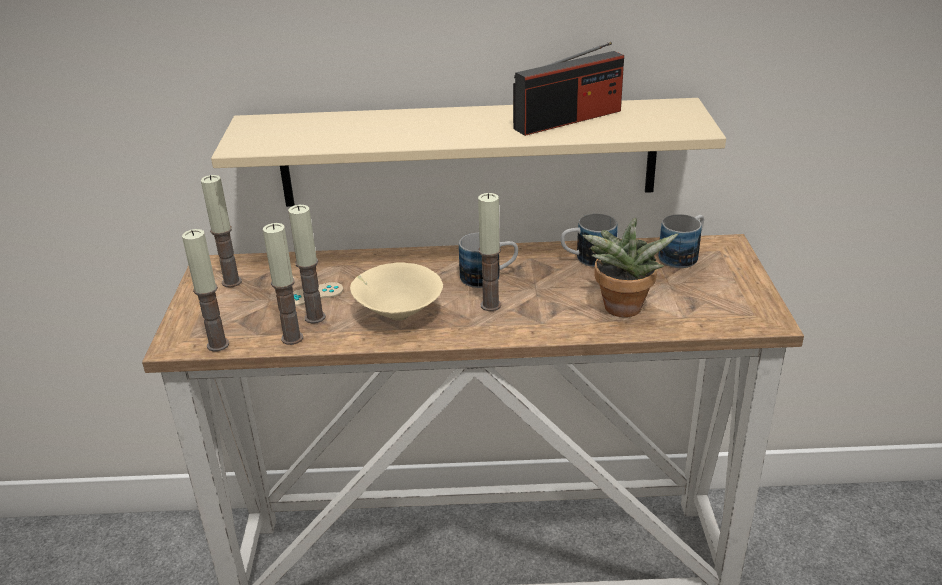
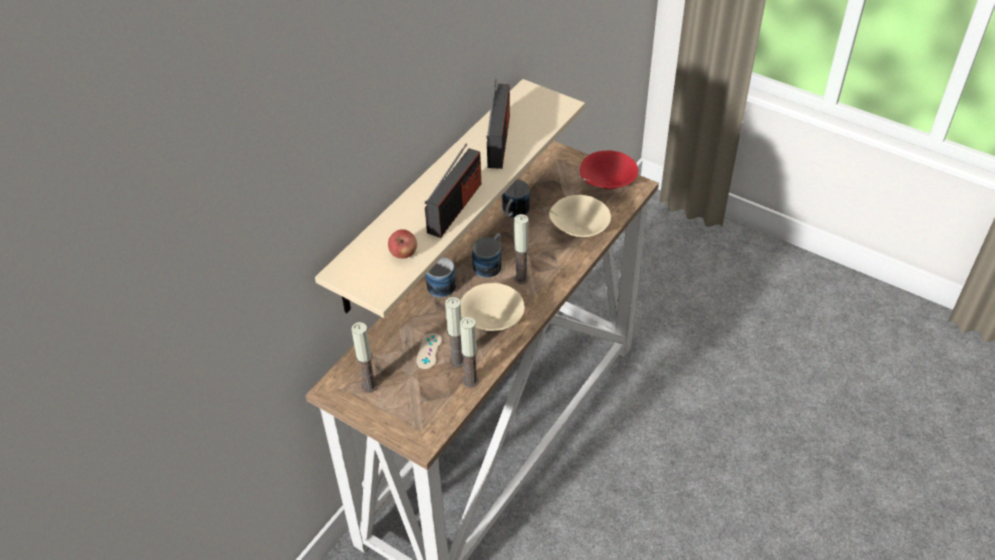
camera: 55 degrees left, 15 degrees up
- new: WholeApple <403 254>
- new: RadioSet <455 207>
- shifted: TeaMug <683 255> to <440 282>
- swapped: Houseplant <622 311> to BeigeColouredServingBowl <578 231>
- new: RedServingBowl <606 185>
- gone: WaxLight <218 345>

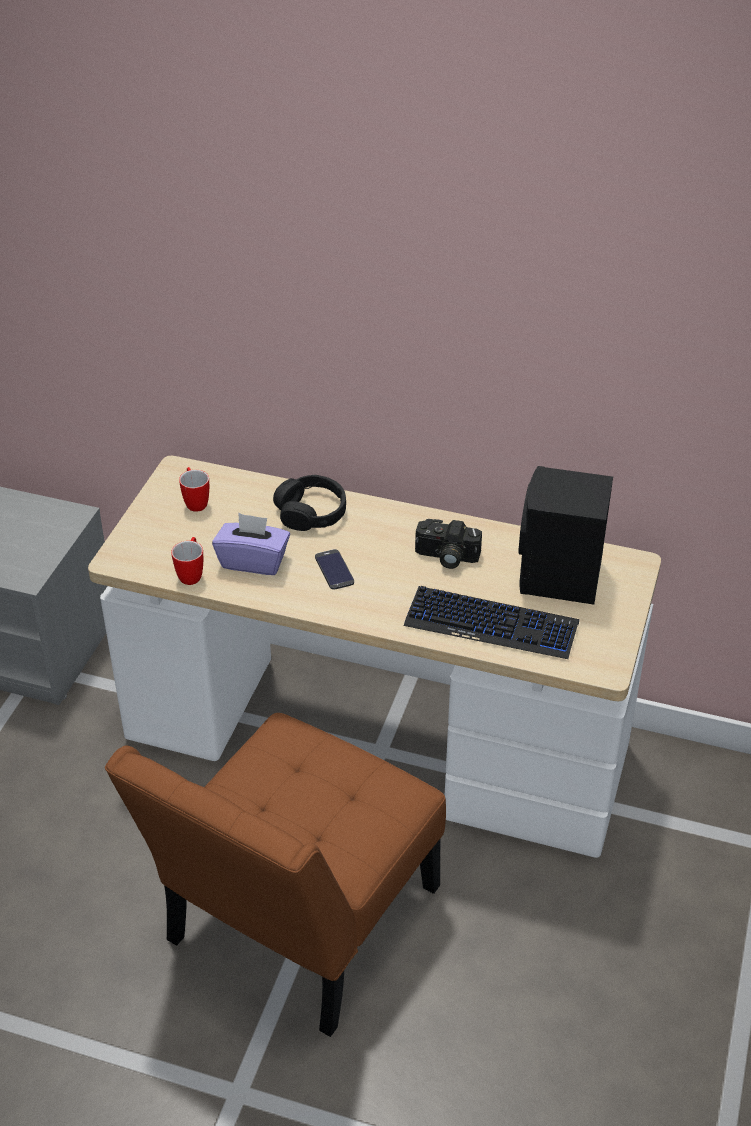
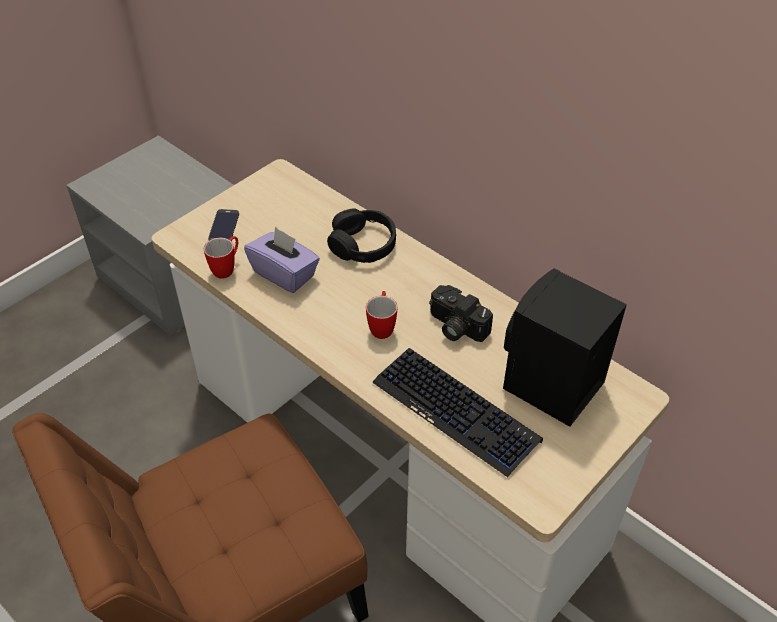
camera: 25 degrees right, 5 degrees up
- shifted: Phone <334 570> to <224 226>
- shifted: TeaMug <195 502> to <382 327>

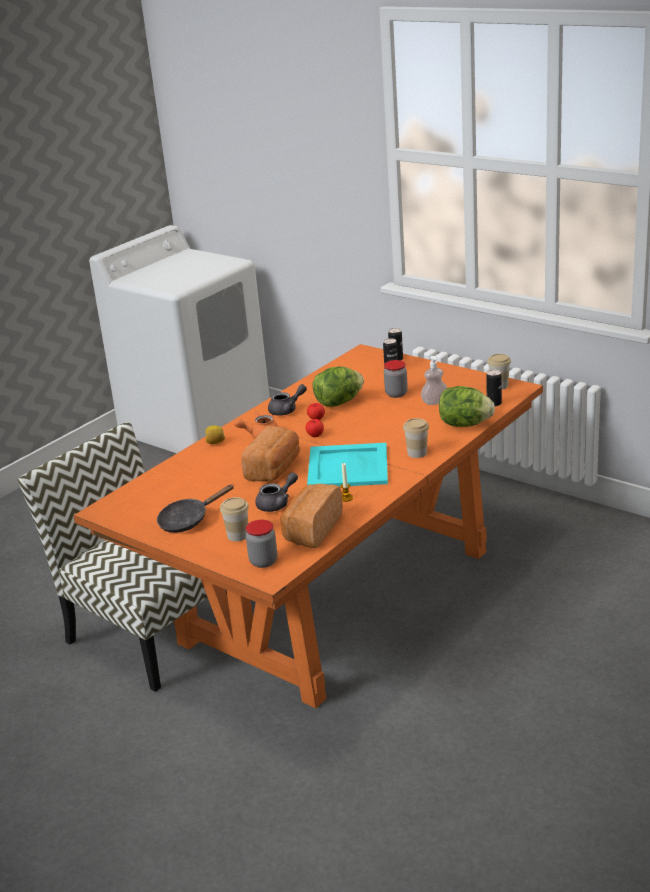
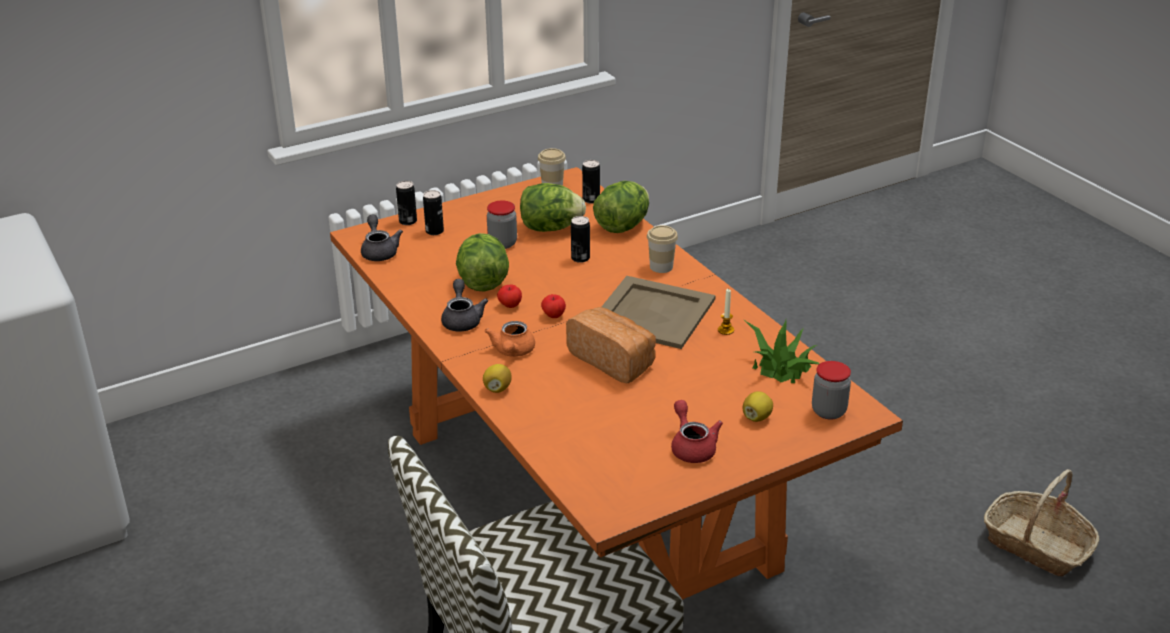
camera: 70 degrees left, 5 degrees up
- shifted: GreyTeapot <277 504> to <379 251>
- swapped: SoapDispenser <434 402> to HeadOfLettuce <550 228>
- new: SealedCan <580 258>
- repainted: TurquoiseTray <348 466> to BeigeColouredTray <654 312>
- swapped: BlackishPan <188 520> to RedTeapot <692 447>
- swapped: Bread <311 530> to Houseplant <780 366>
- swapped: Cup <238 535> to Lemon <757 417>
- new: Basket <1037 545>

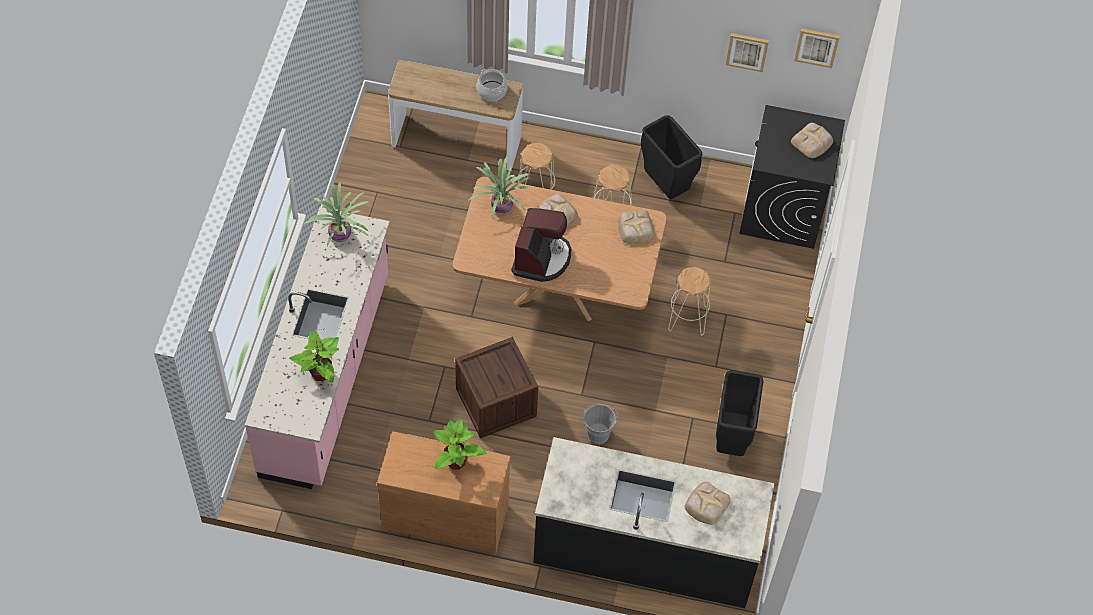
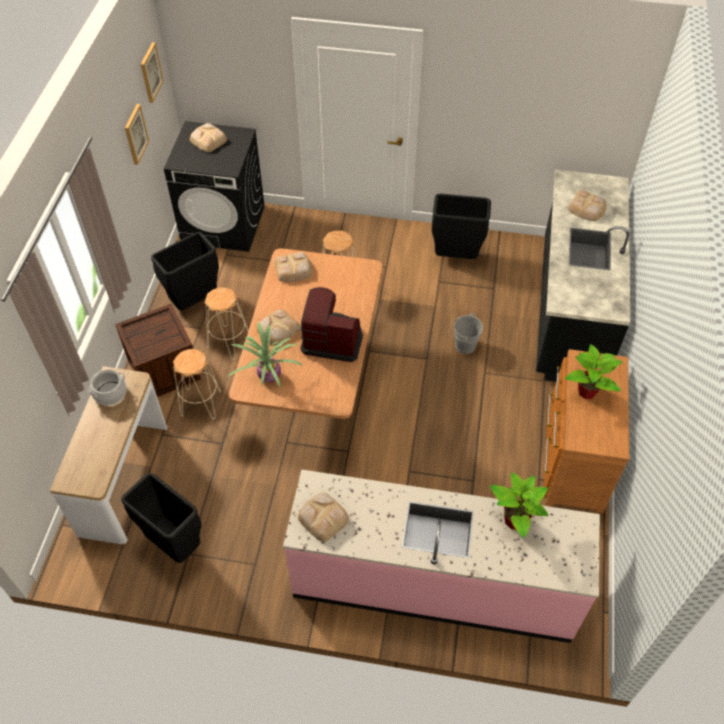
camera: 90 degrees left, 5 degrees down
- shifted: PackingCrate <495 402> to <164 369>
- new: BlackishRubbishBin <175 544>
- swapped: Houseplant <341 235> to Bread <323 517>

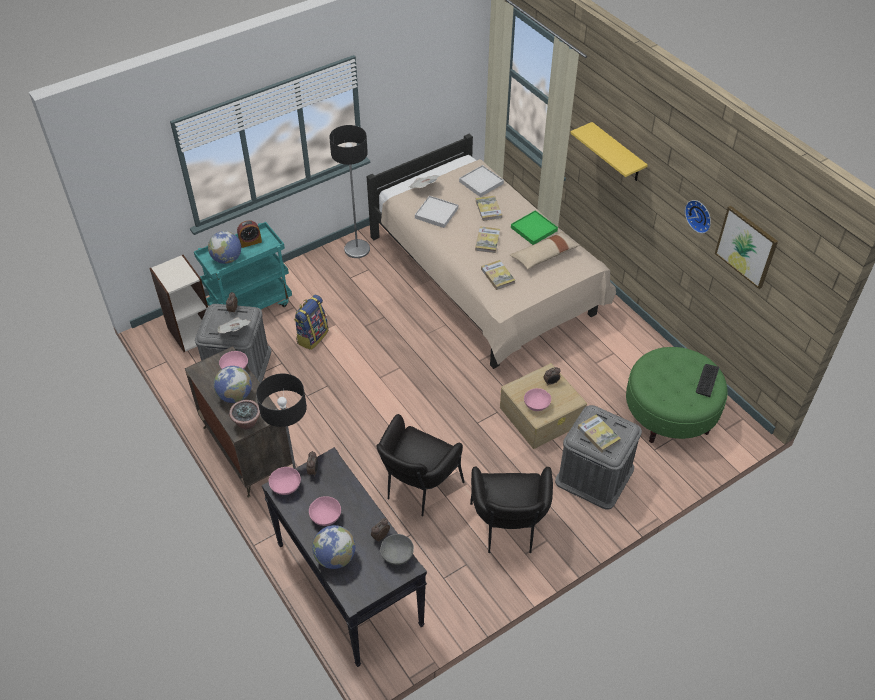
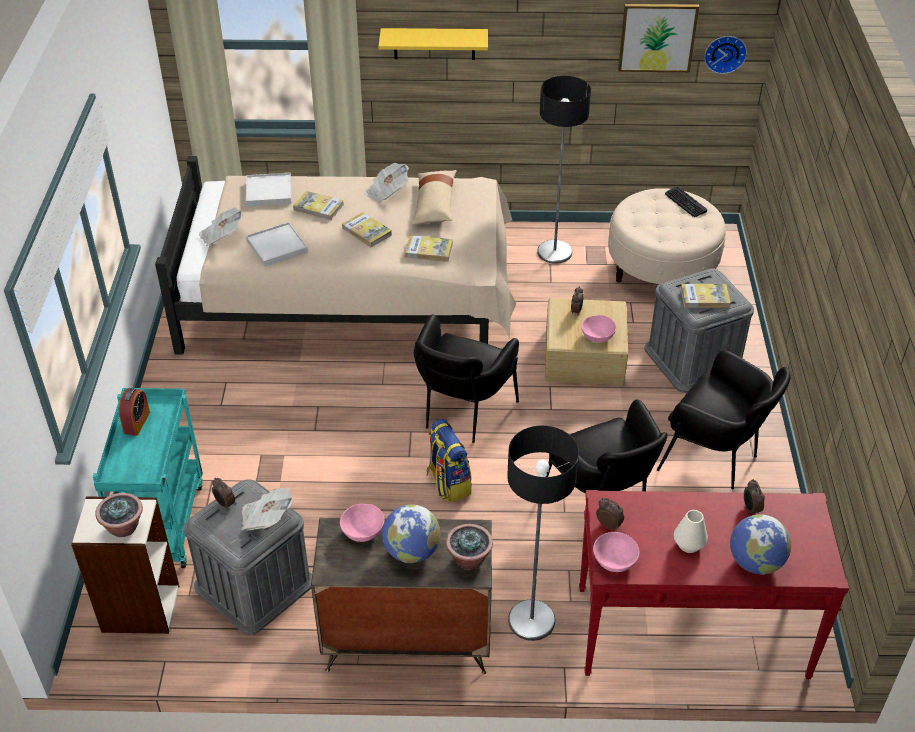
camera: 55 degrees left, 5 degrees down
- new: Houseplant <124 527>
- swapped: GreenColouredTray <533 229> to Newspaper <387 192>
- new: BlackishLoungeChair <462 414>
- shifted: Backpack <312 336> to <448 483>
- shifted: StandingLamp <357 249> to <555 252>
- repainted: BlackishNarrowTable <348 584> to RedNarrowTable <690 632>
- repainted: GreenColouredPouffe <669 414> to BeigeColouredPouffe <661 270>
- swapped: PinkishServingBowl <325 517> to WhiteDecorativeVase <689 544>
- shifted: ClockOnTheWall <700 215> to <725 53>
- gone: WorldGlobe <227 259>
- gone: GreyServingBowl <397 555>

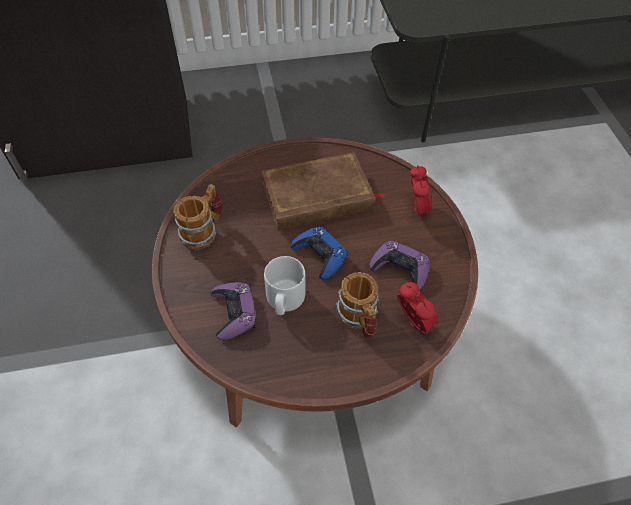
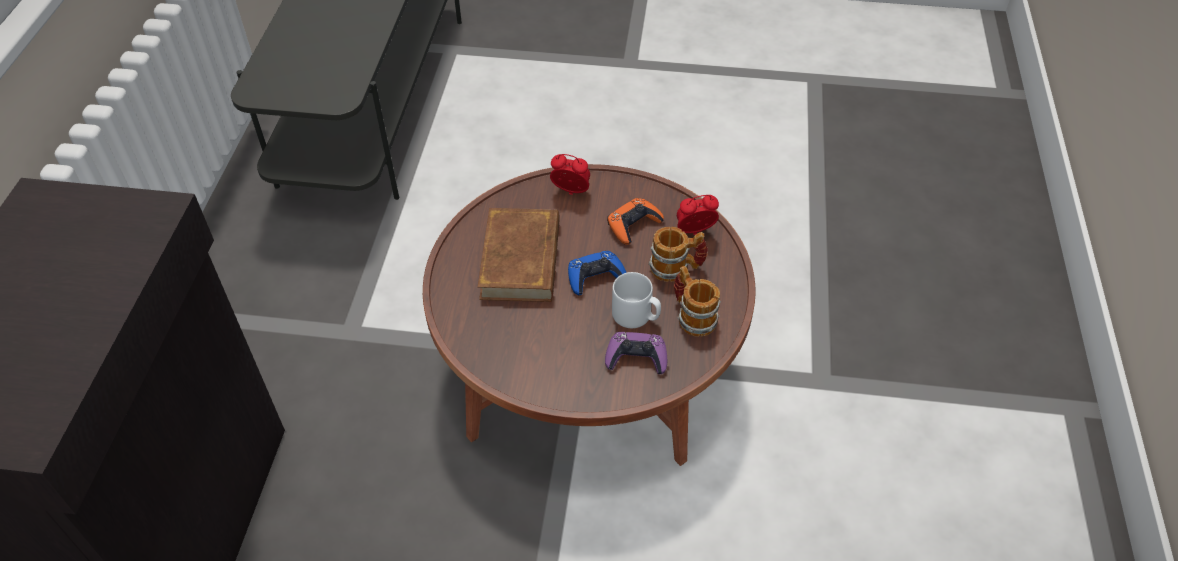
camera: 70 degrees left, 5 degrees down
- repainted: PurplishGameController <400 268> to OrangeColouredGameController <633 225>
- shifted: TeaMug <204 230> to <692 316>

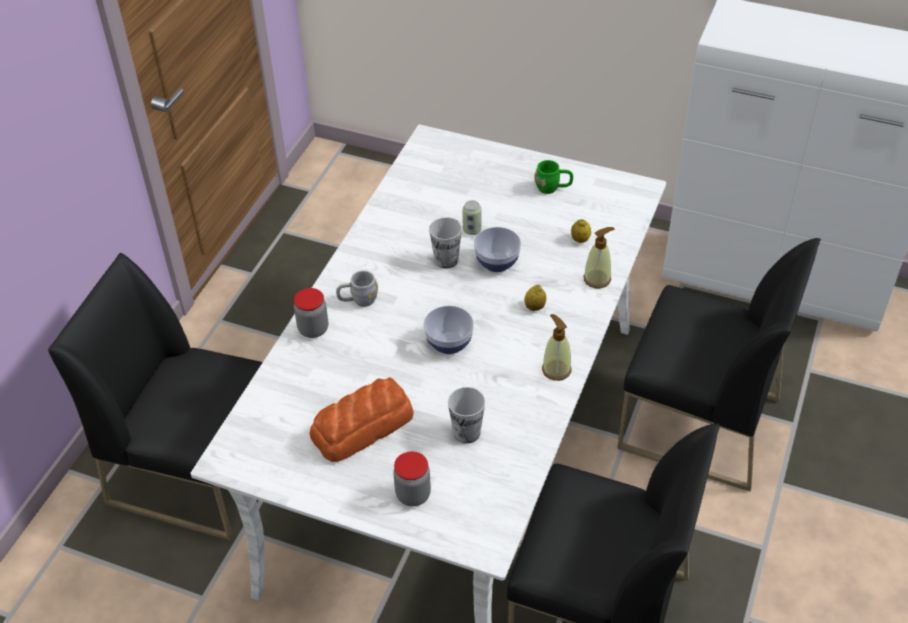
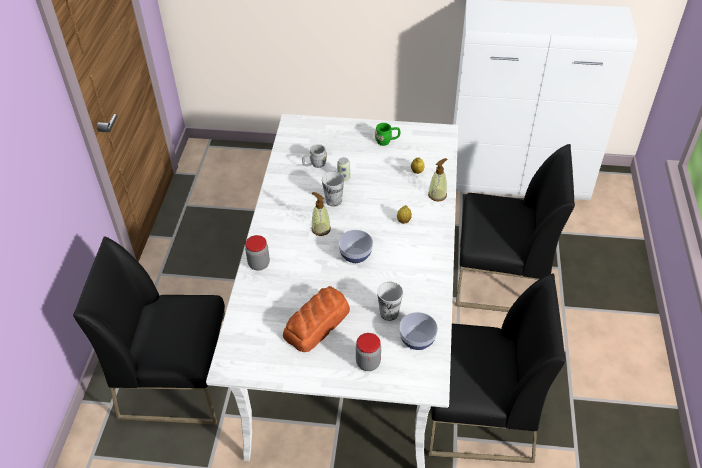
camera: 15 degrees left, 0 degrees up
- shifted: GreyTeaMug <358 300> to <314 165>
- shifted: SoapDispenser <556 369> to <321 229>
- shifted: ServingBowl <497 263> to <417 340>

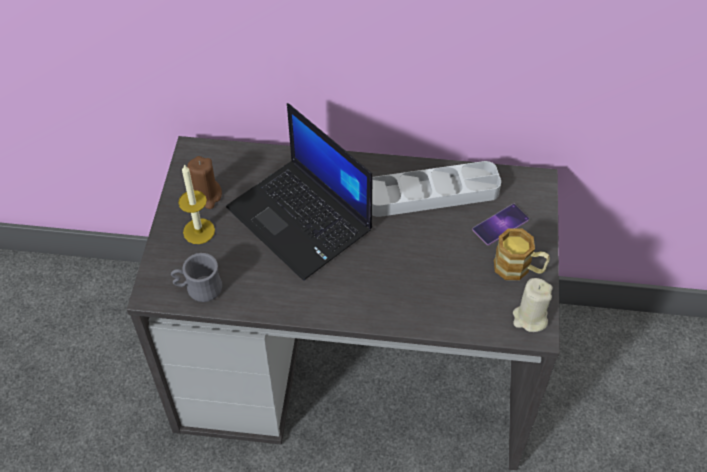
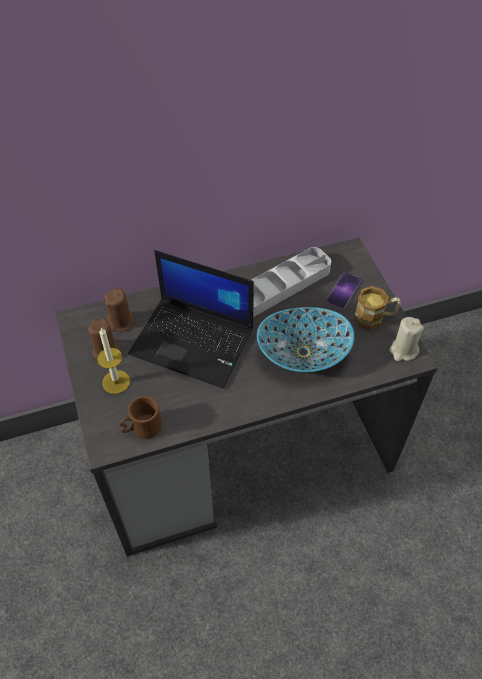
camera: 25 degrees left, 0 degrees up
- new: BrownColouredWaxLight <121 321>
- repainted: GreyTeaMug <198 288> to BrownColouredTeaMug <142 428>
- new: ServingBowl <302 352>

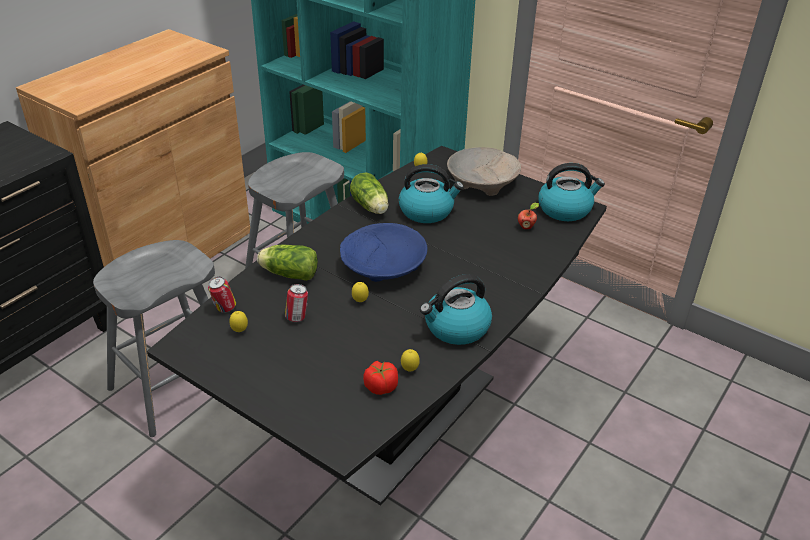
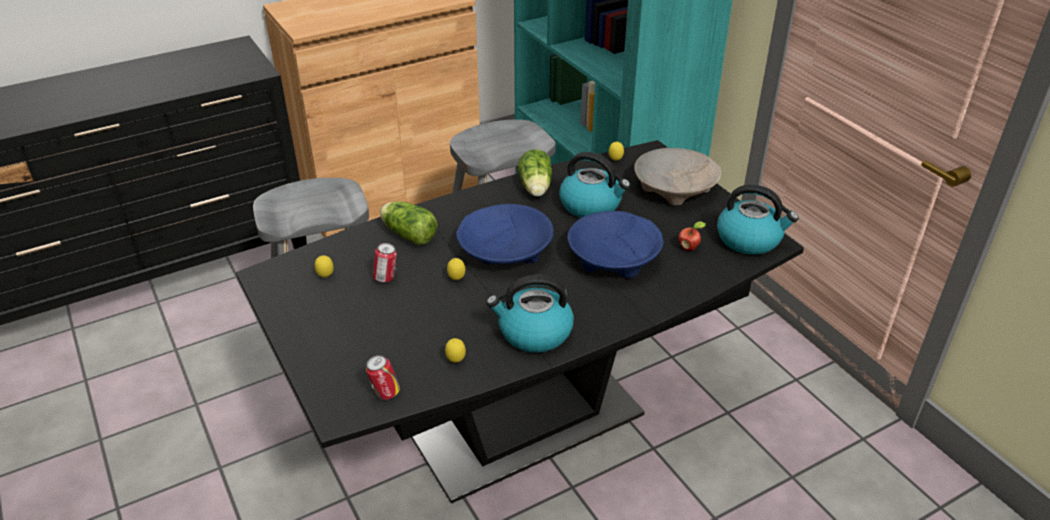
camera: 25 degrees right, 0 degrees up
- shifted: SealedCan <224 309> to <385 394>
- new: BluishServingBowl <613 258>
- gone: Tomato <380 387>

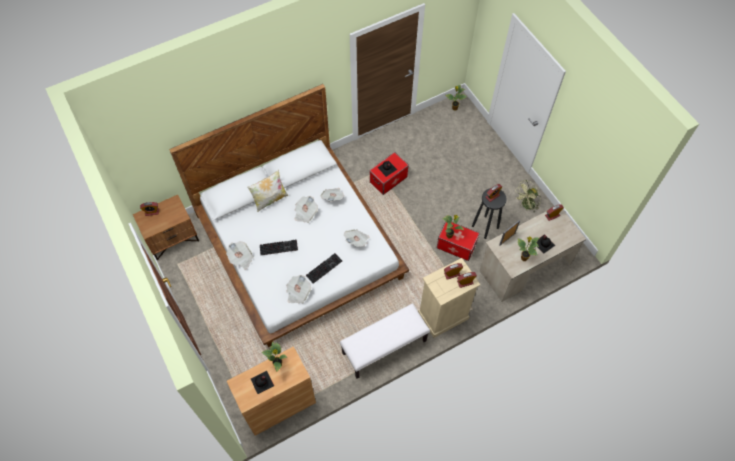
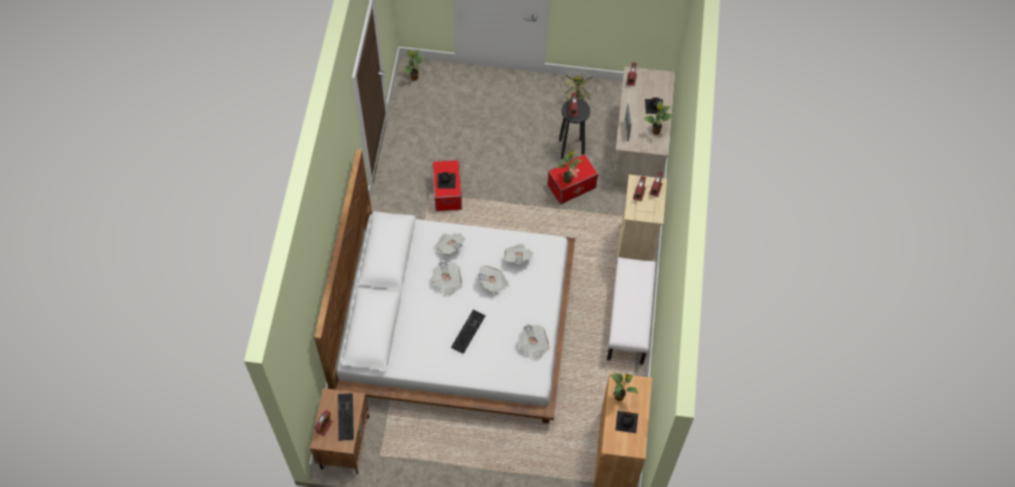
camera: 55 degrees left, 0 degrees up
- shifted: Keyboard <324 267> to <344 416>
- shifted: Newspaper <241 258> to <493 283>
- gone: Cushion <270 199>

